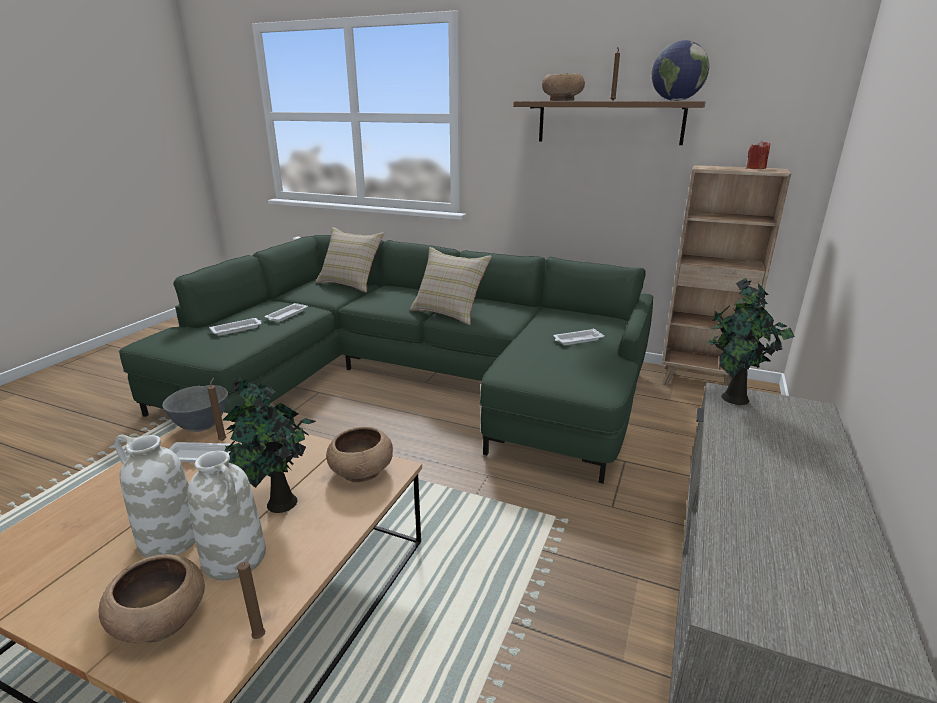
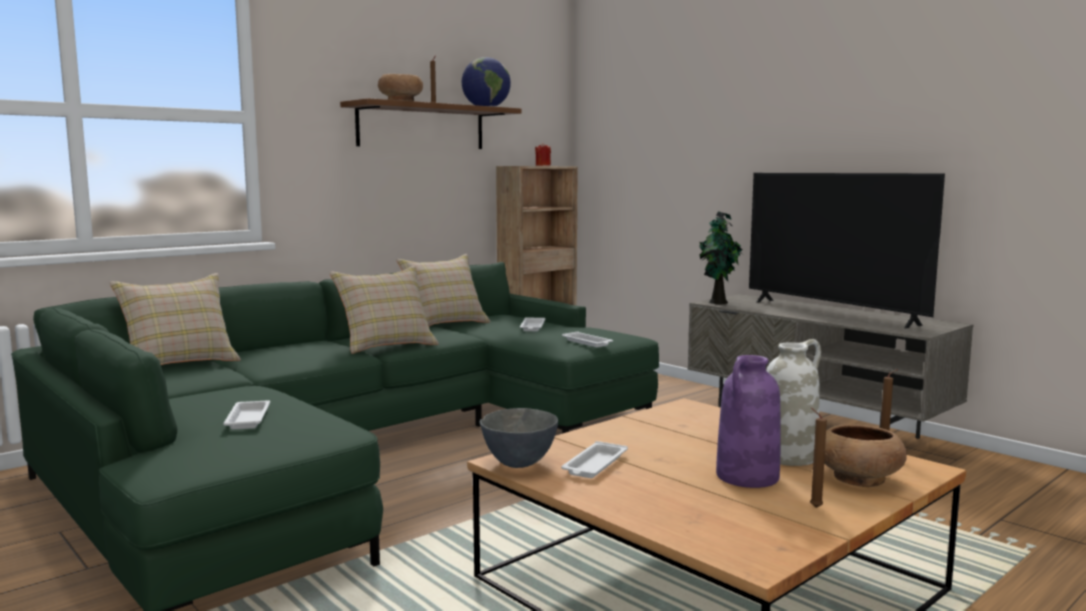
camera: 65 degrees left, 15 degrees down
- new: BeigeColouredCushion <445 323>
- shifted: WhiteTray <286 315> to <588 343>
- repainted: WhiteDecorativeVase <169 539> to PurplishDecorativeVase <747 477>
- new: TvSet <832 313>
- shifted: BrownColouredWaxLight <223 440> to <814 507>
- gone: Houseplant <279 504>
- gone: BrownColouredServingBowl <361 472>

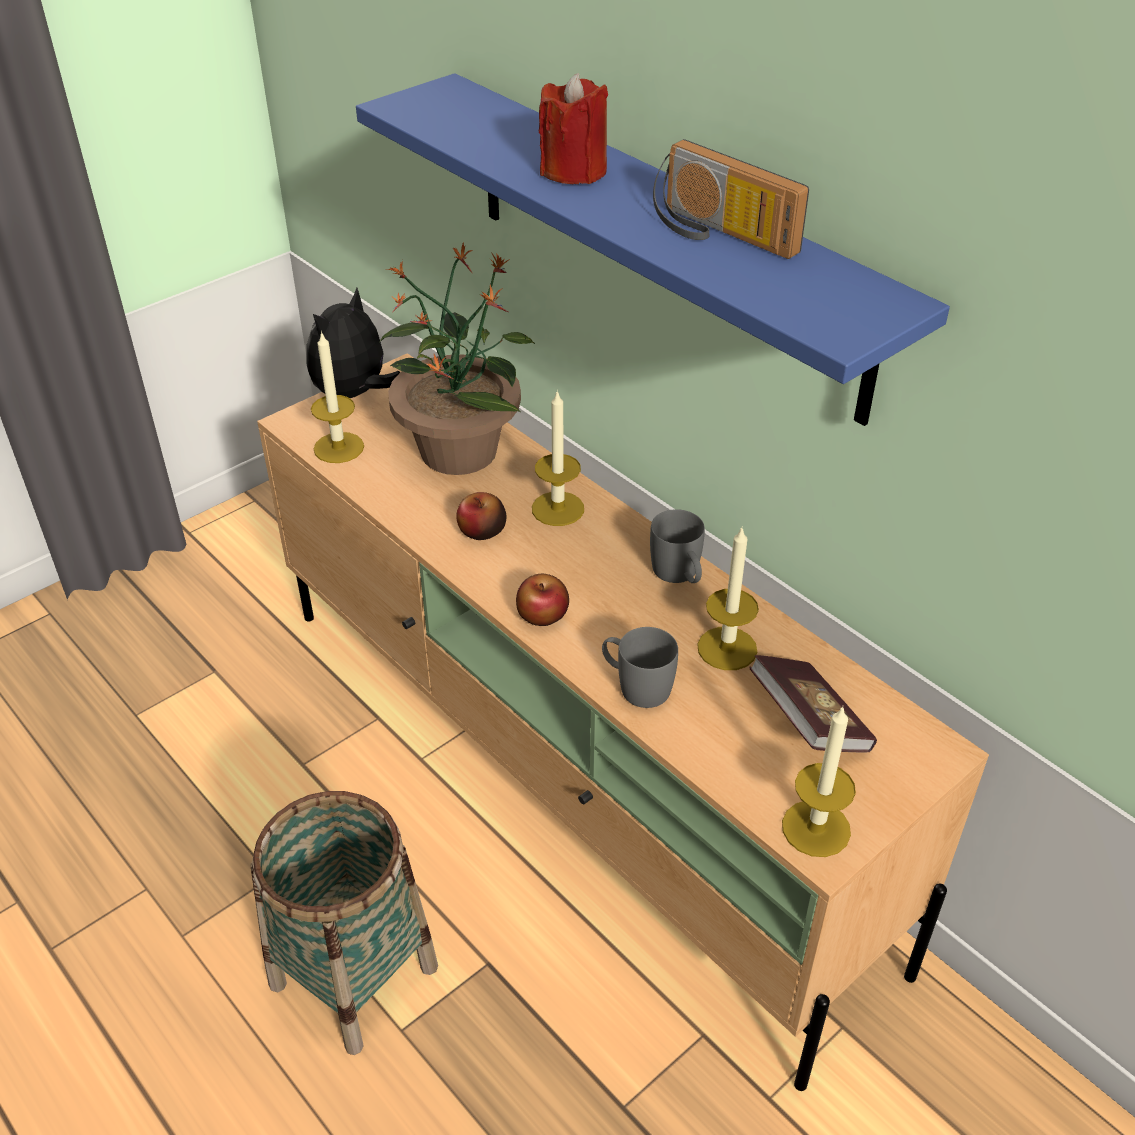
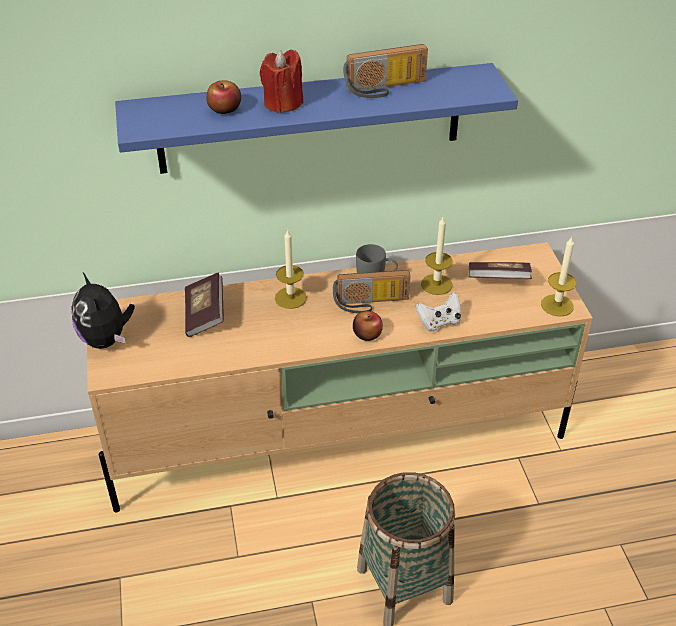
camera: 60 degrees left, 0 degrees up
- swapped: Houseplant <459 449> to Book <205 315>
- shifted: WholeApple <482 531> to <225 109>
- new: RadioSet <371 304>
- swapped: GreyTeaMug <636 685> to WhiteGameController <439 322>
- gone: WaxLight <338 447>

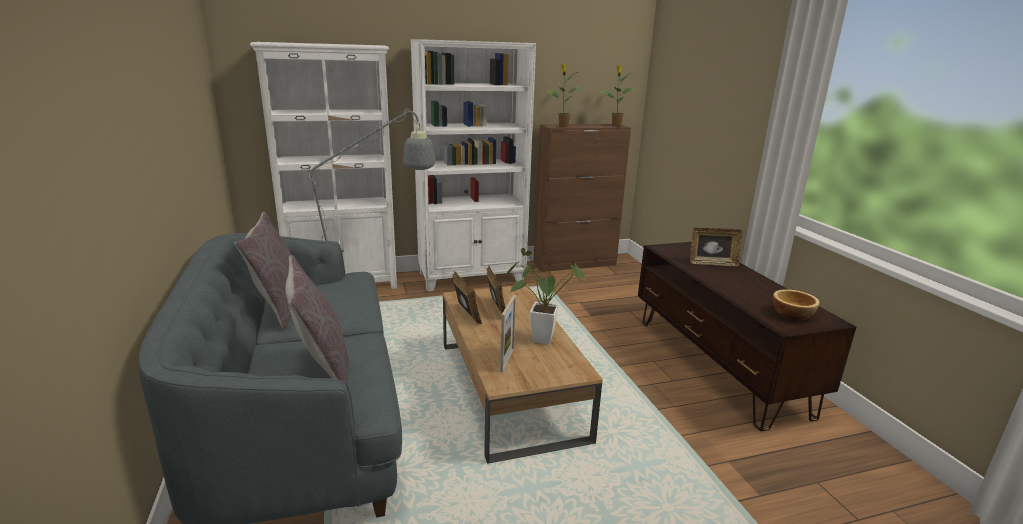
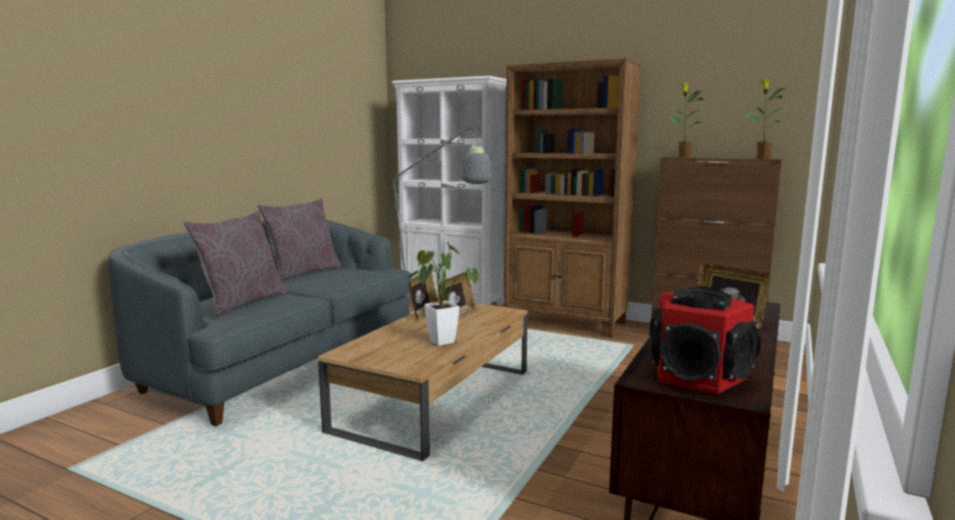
camera: 45 degrees right, 10 degrees down
- repainted: WhiteShelvingUnit <472 278> to BrownColouredShelvingUnit <566 322>
- swapped: ServingBowl <792 314> to Loudspeaker <698 376>
- gone: PhotoFrame <507 360>

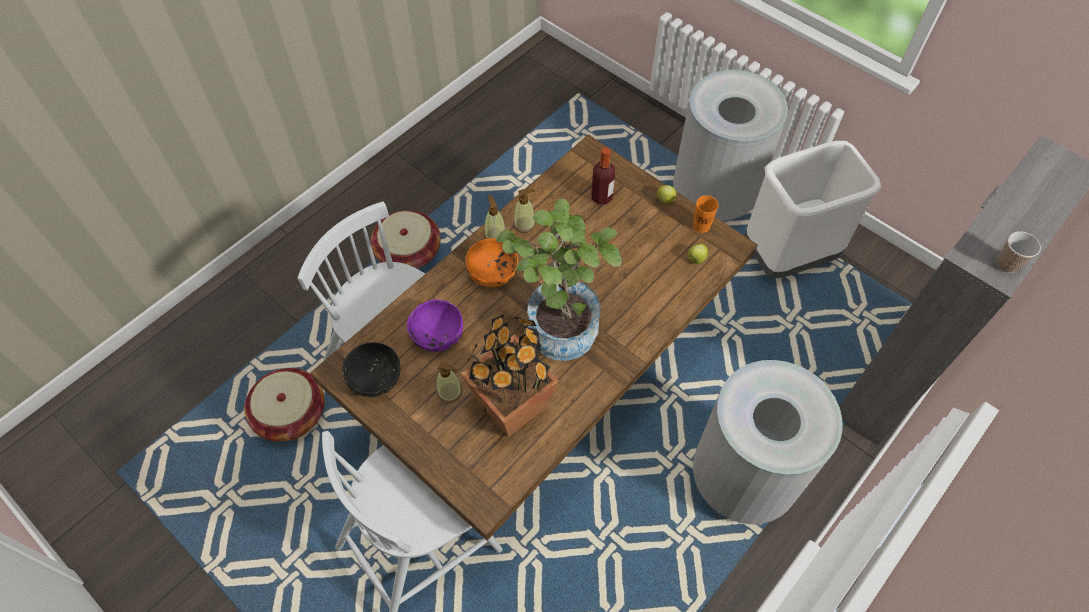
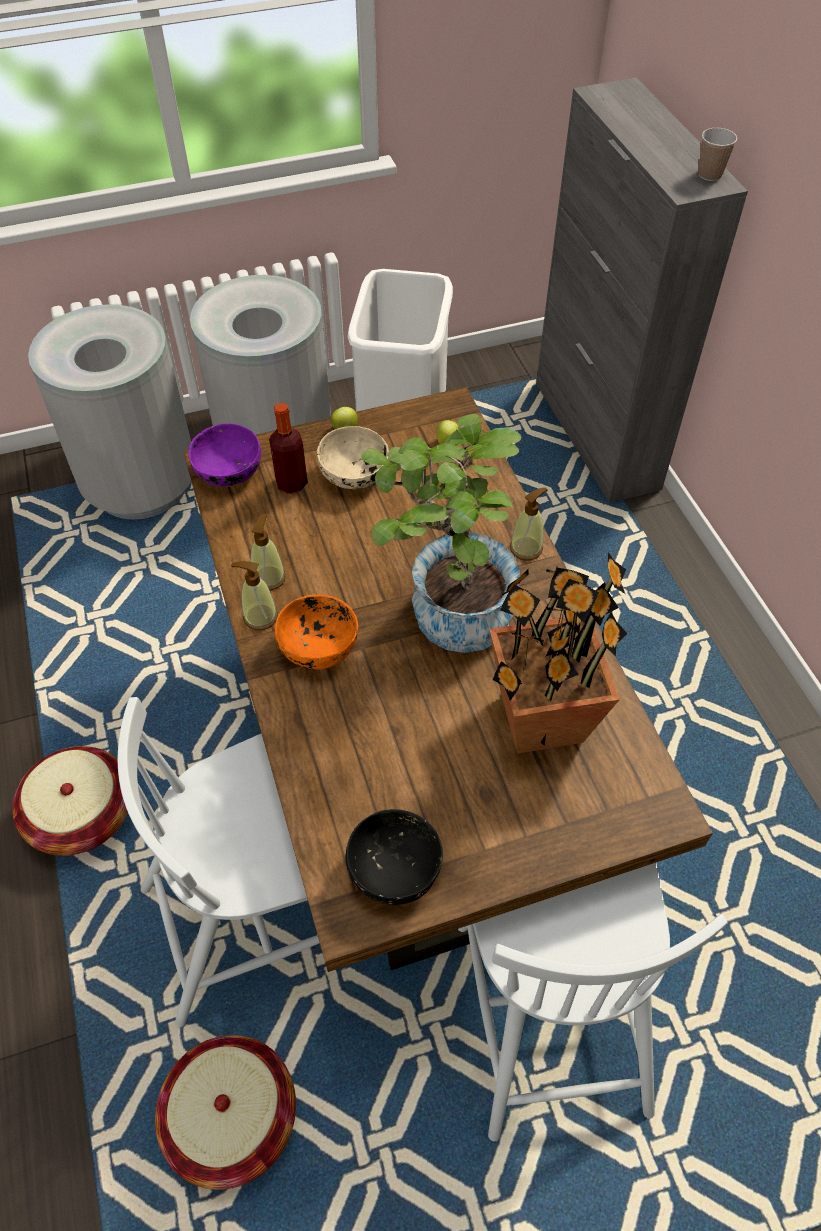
camera: 60 degrees left, 5 degrees down
- shifted: GreyRubbishBin <742 479> to <142 486>
- shifted: PurplishServingBowl <436 334> to <228 472>
- new: BeigeColouredServingBowl <354 474>
- shifted: SoapDispenser <450 392> to <526 548>
- gone: OrangeColouredCup <701 226>

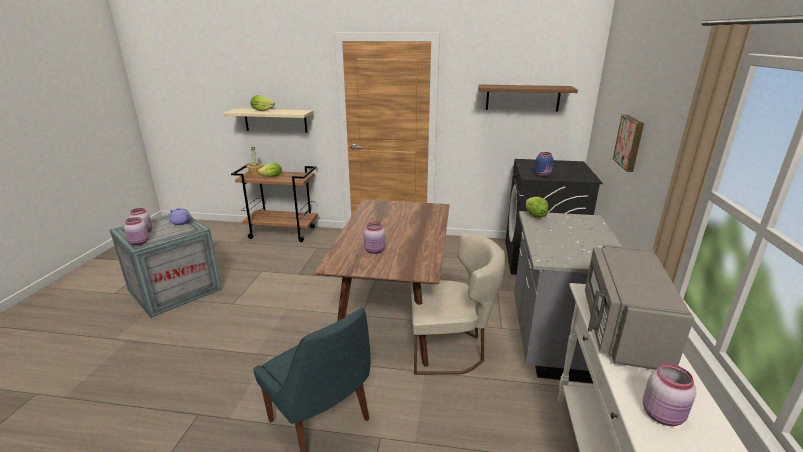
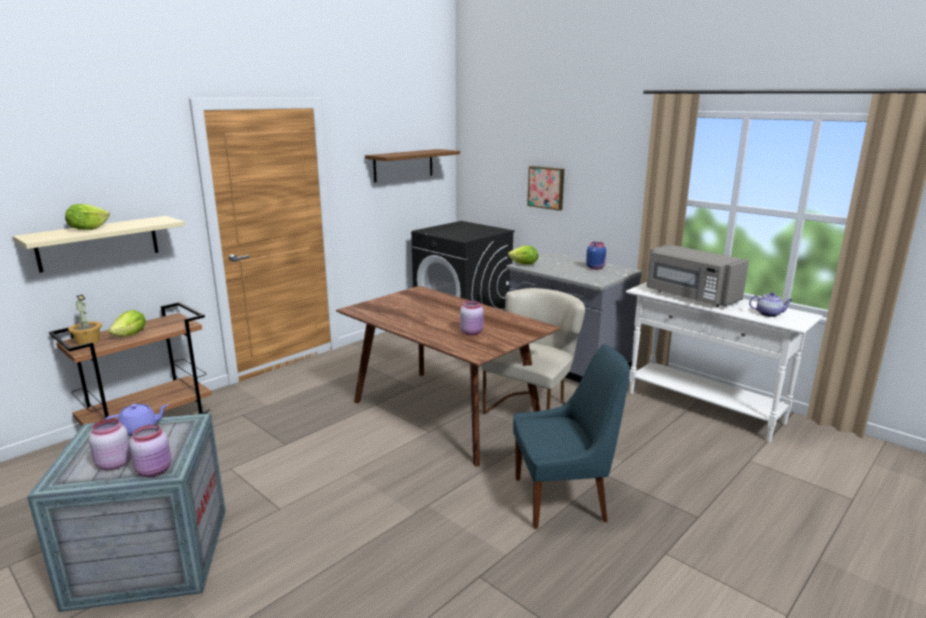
camera: 55 degrees left, 5 degrees down
- shifted: BluishJar <543 175> to <595 268>
- swapped: PinkishJar <663 415> to Teapot <769 314>

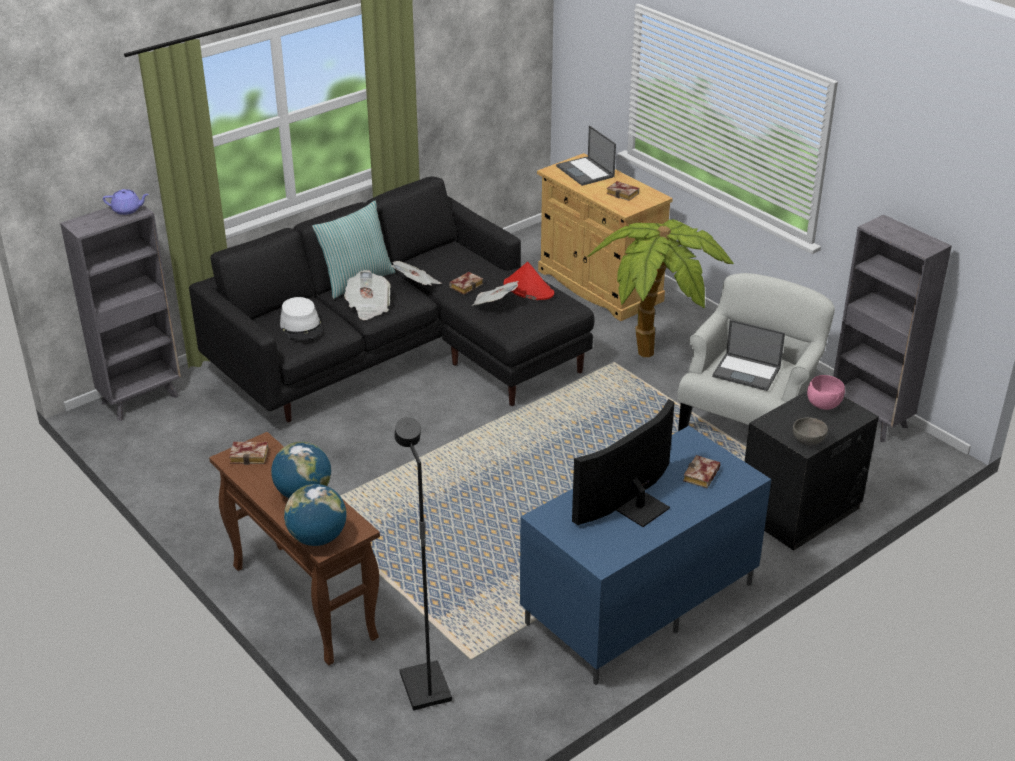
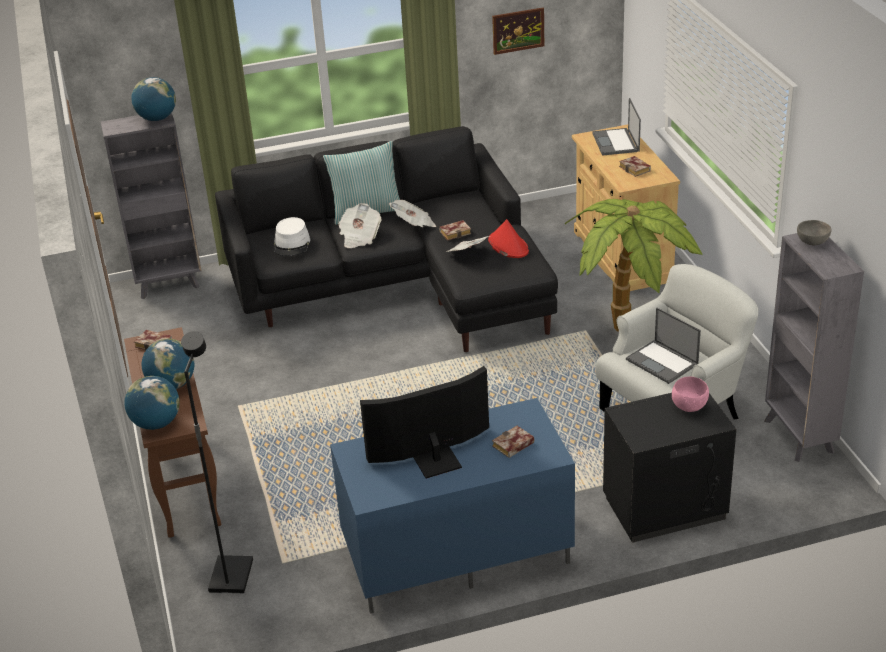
camera: 25 degrees right, 0 degrees up
- swapped: PurplishTeapot <127 210> to WorldGlobe <157 118>
- new: Picture <518 30>
- shifted: GreyServingBowl <809 441> to <813 242>

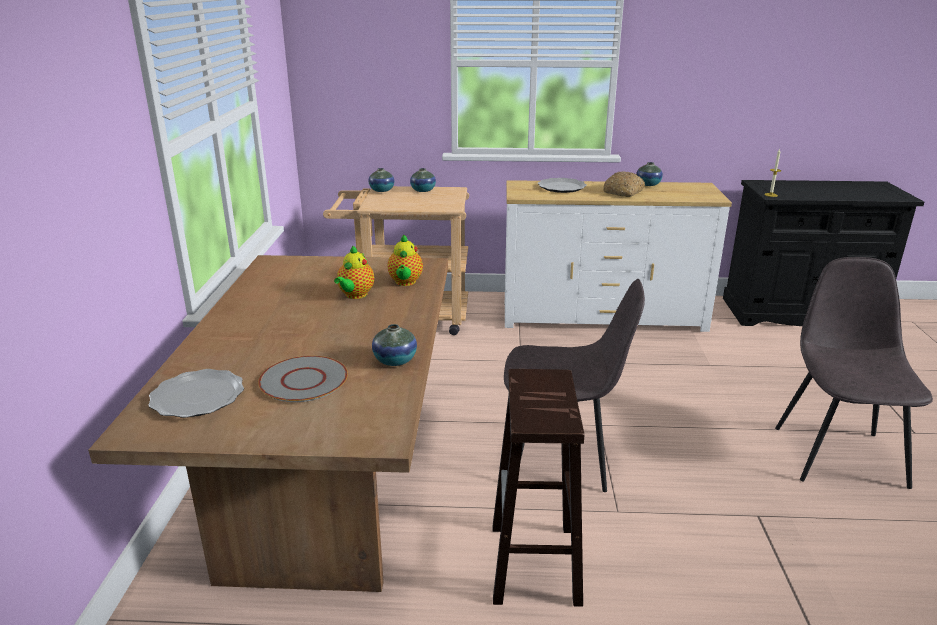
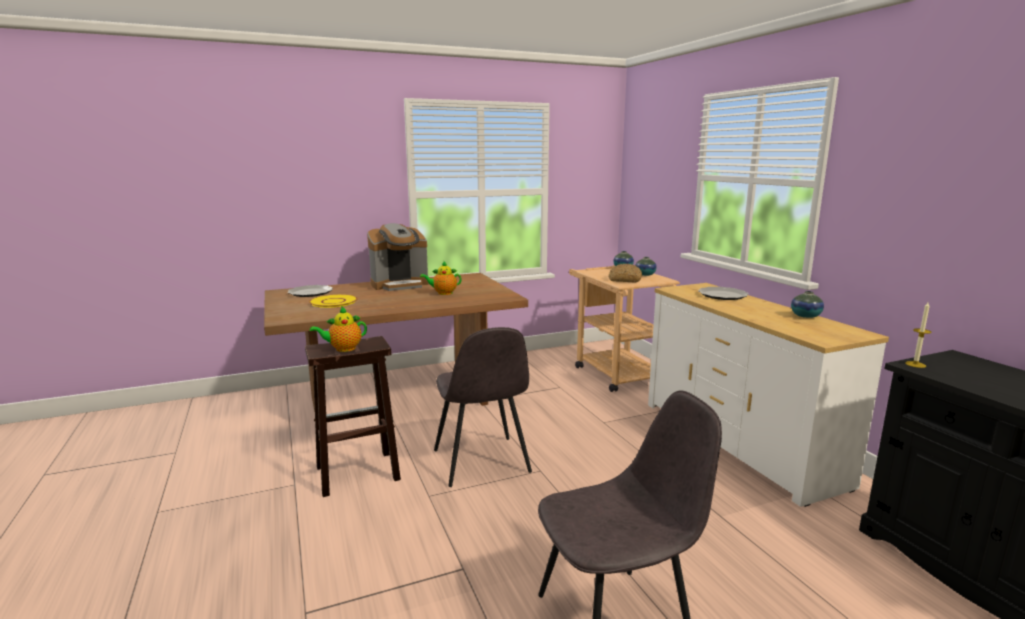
camera: 65 degrees right, 10 degrees down
- repainted: GreyFlatDish <304 381> to YellowishFlatDish <333 302>
- shifted: Teapot <405 282> to <343 349>
- new: CoffeeMachine <399 285>
- shifted: Bread <623 192> to <624 280>
- gone: DecorativeVase <395 360>

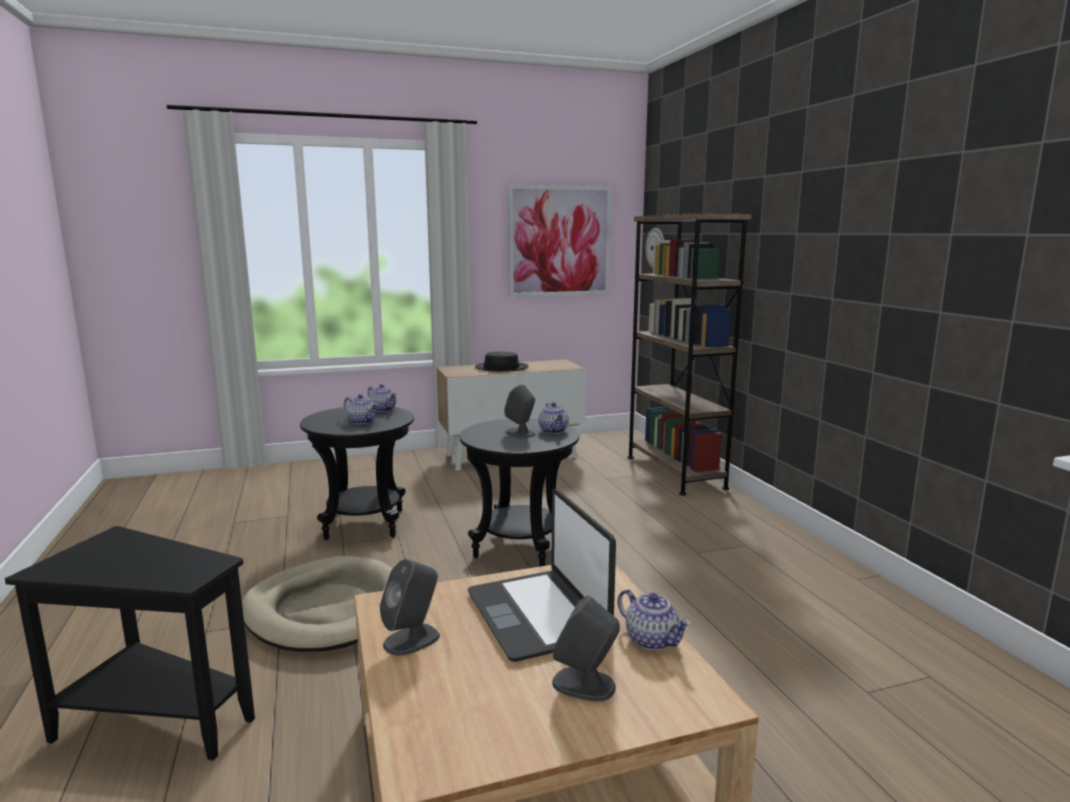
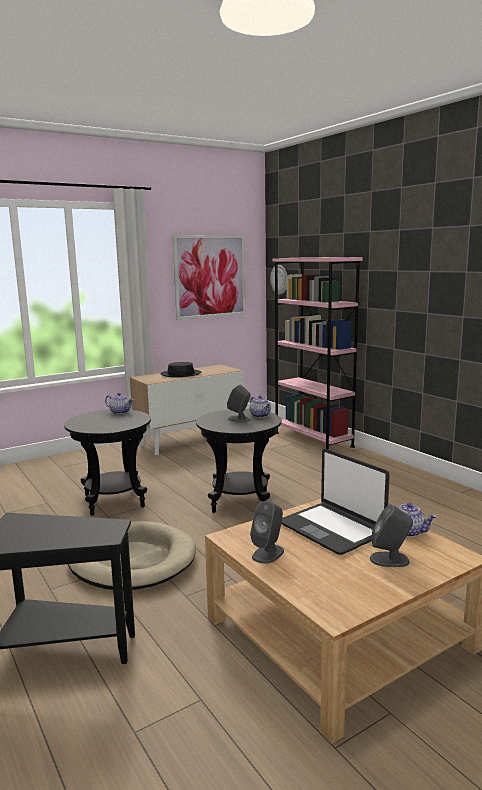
camera: 15 degrees left, 0 degrees up
- repainted: BrownColouredShelvingUnit <675 472> to PinkishShelvingUnit <313 439>
- gone: Teapot <362 421>

